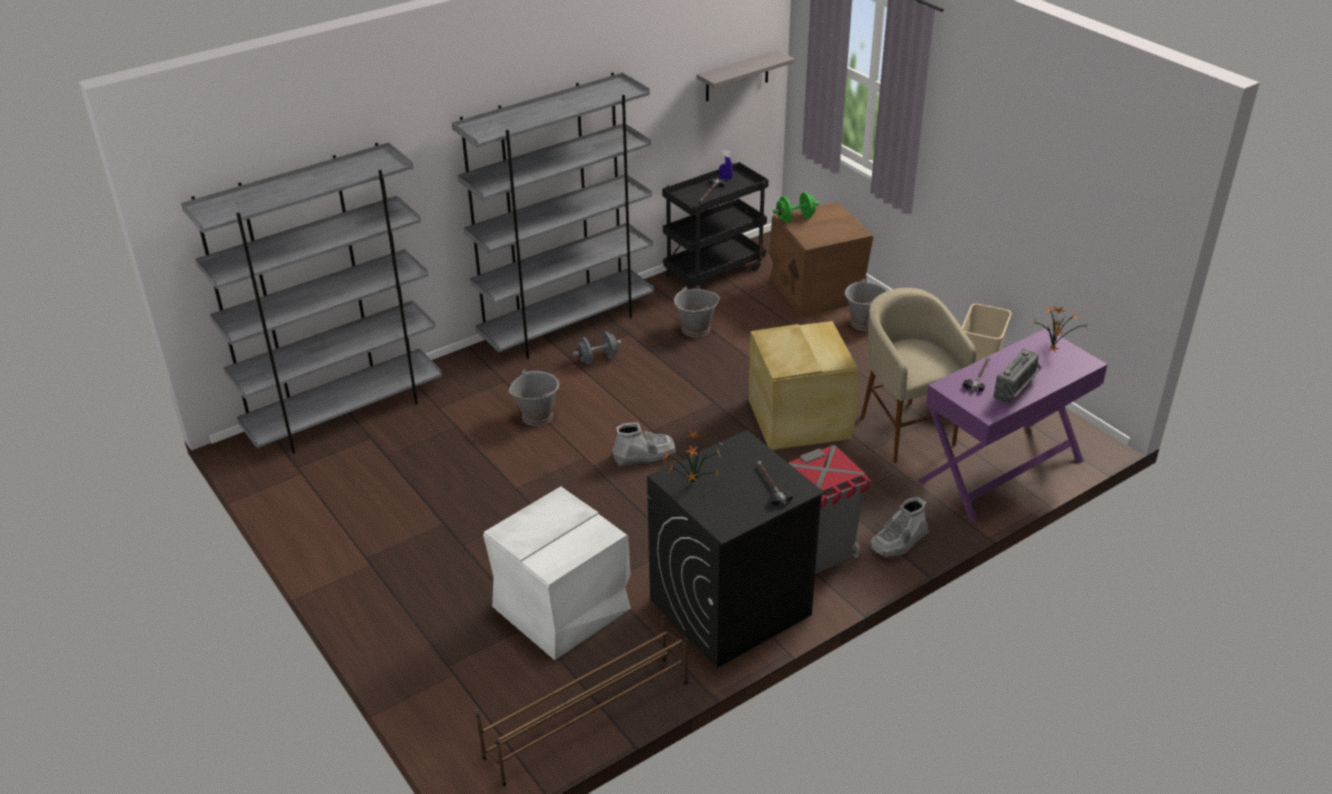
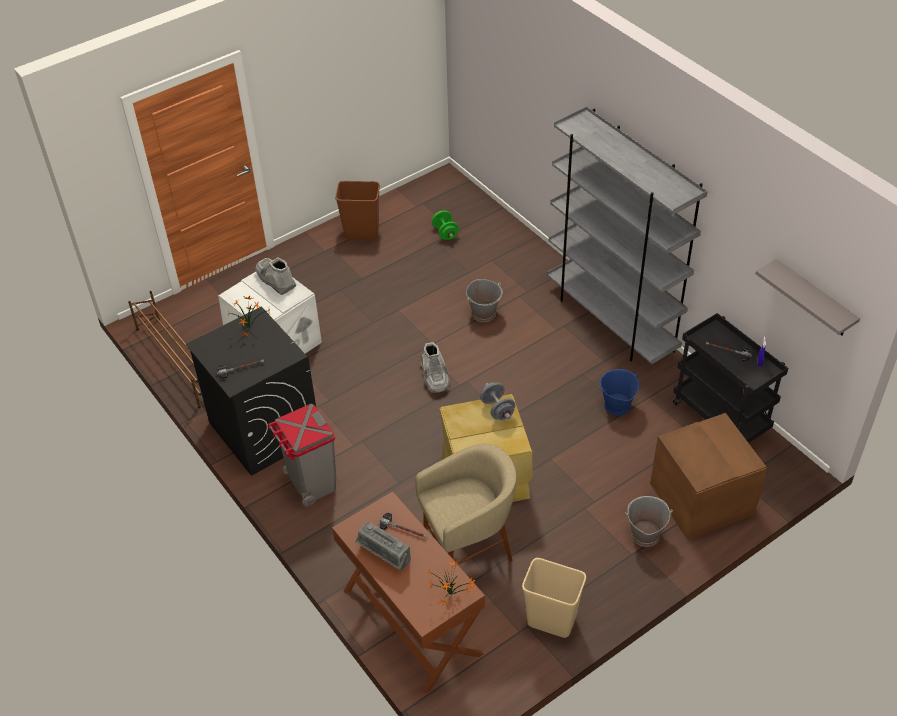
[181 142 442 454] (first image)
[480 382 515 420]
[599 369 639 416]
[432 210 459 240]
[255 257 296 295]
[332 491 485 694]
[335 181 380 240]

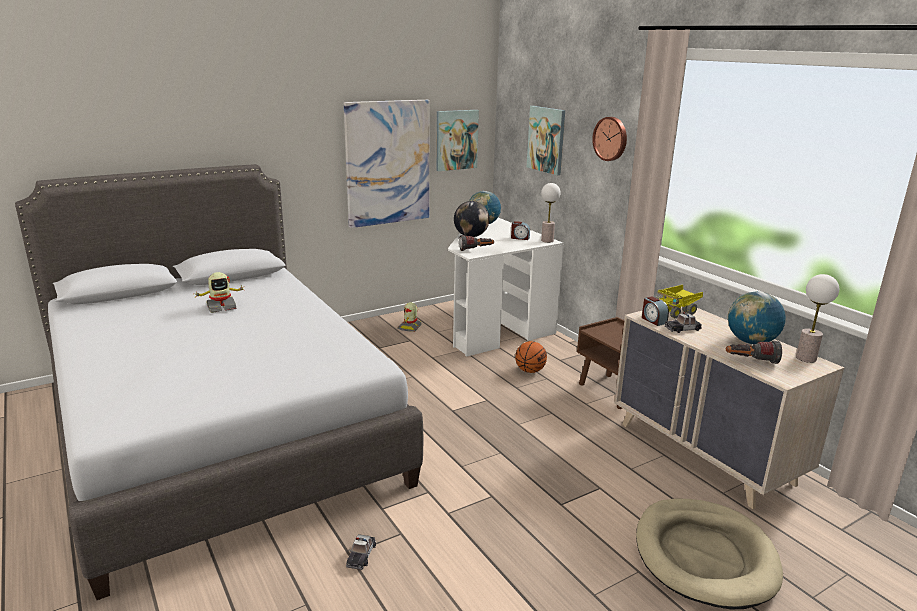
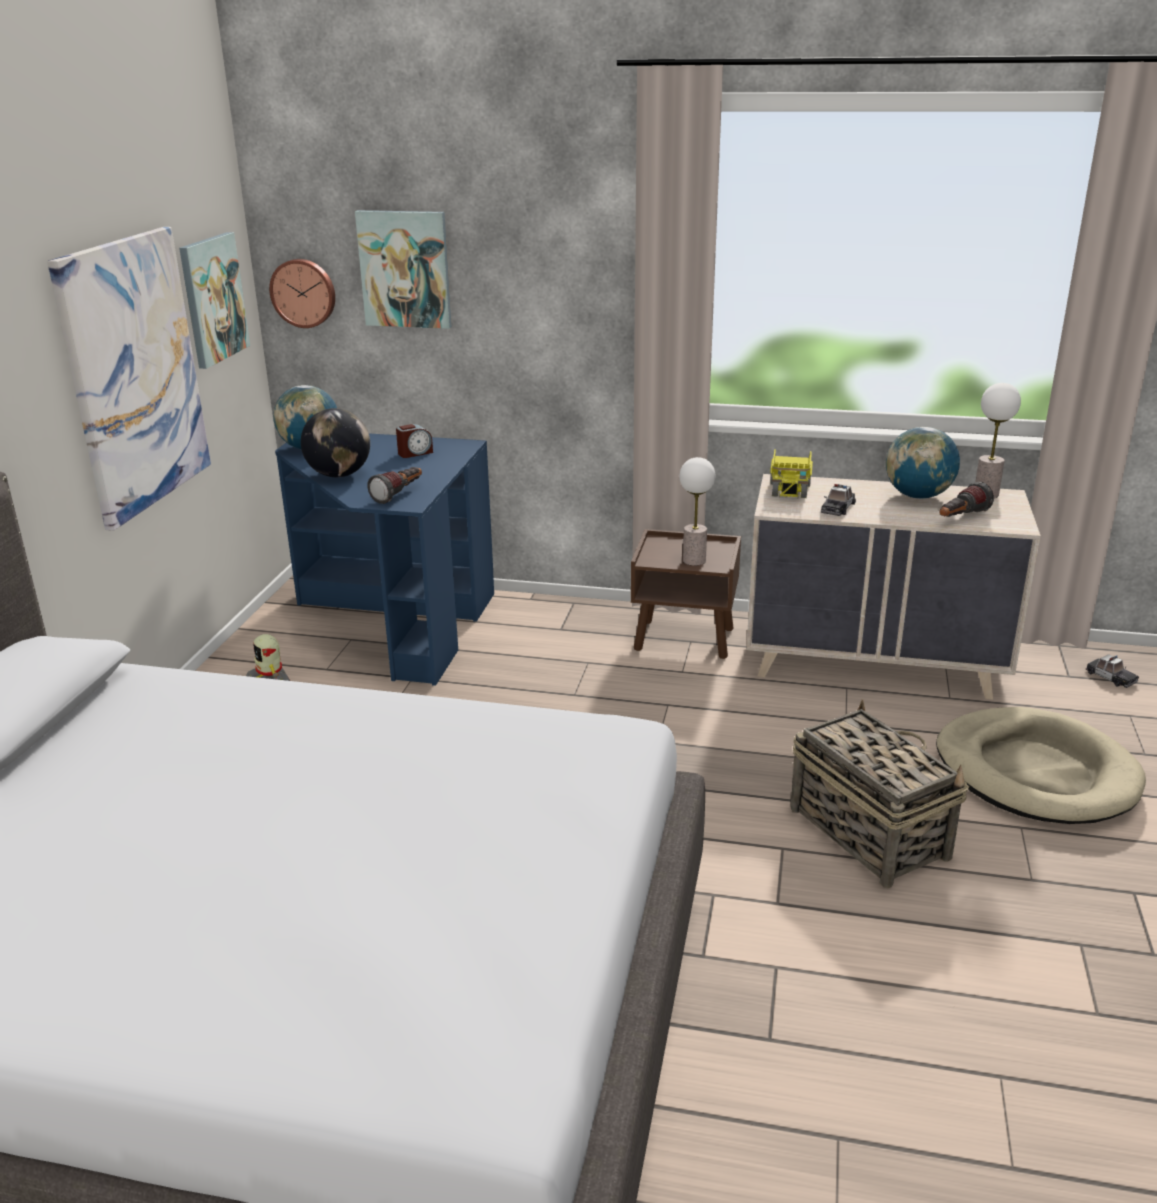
[196 272 245 313] (first image)
[1086 654 1139 688]
[275 433 494 686]
[515 341 547 373] (first image)
[680 457 715 566]
[269 259 335 328]
[642 296 669 326] (first image)
[790 699 969 889]

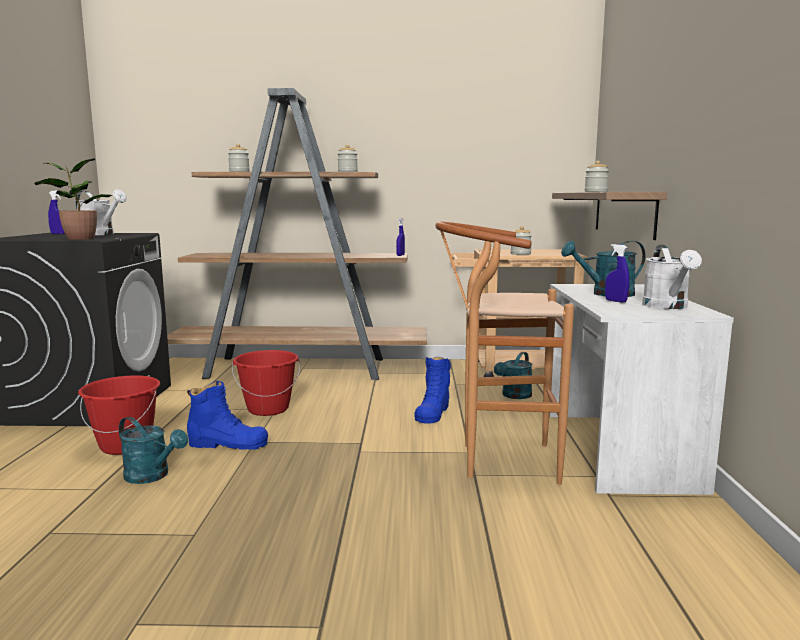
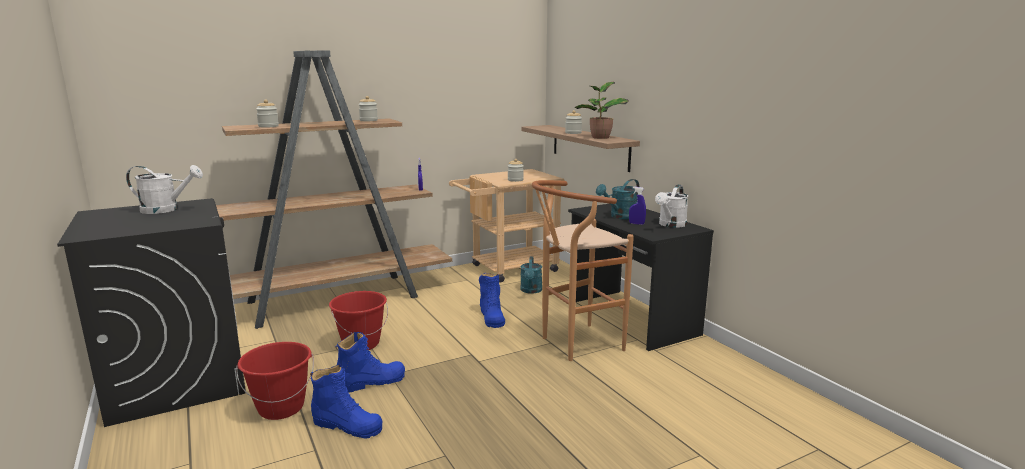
[574 82 629 139]
[48 190 65 234] (first image)
[310 364 383 439]
[568 204 714 351]
[655 184 688 228]

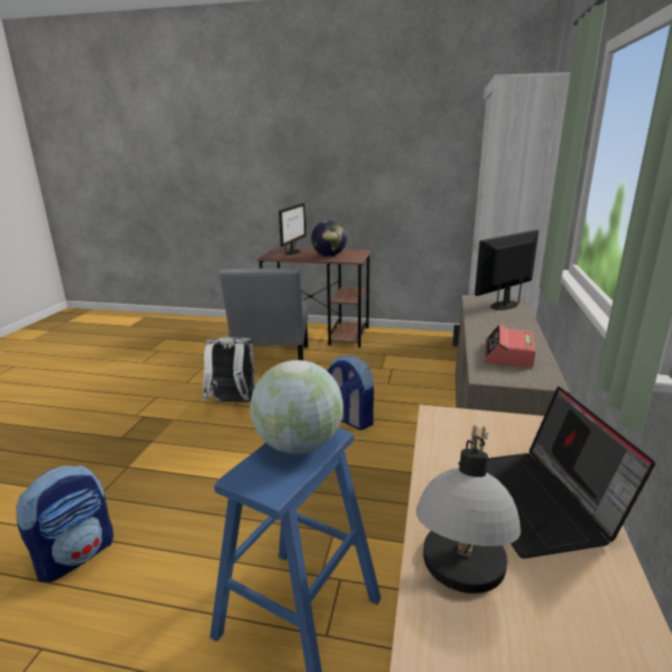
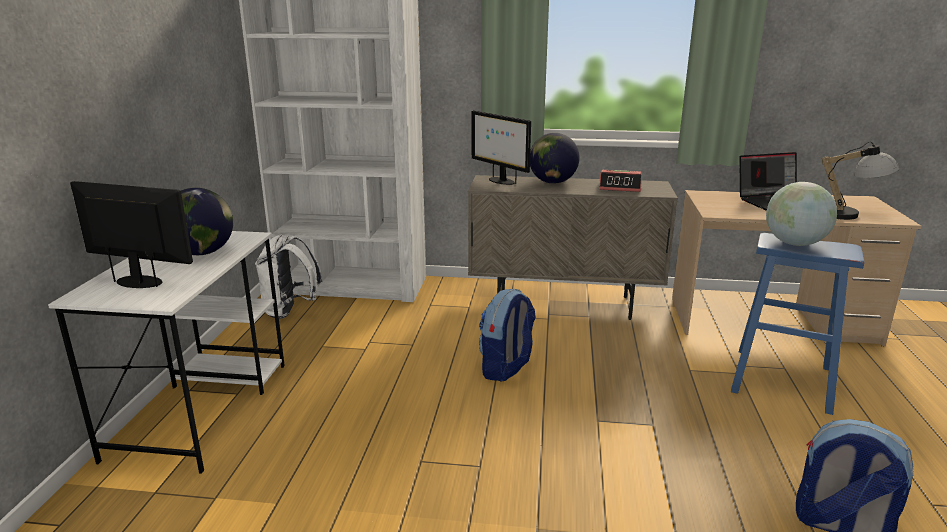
[255 235 323 319]
[219 269 308 360] (first image)
[48 231 285 474]
[530 133 580 184]

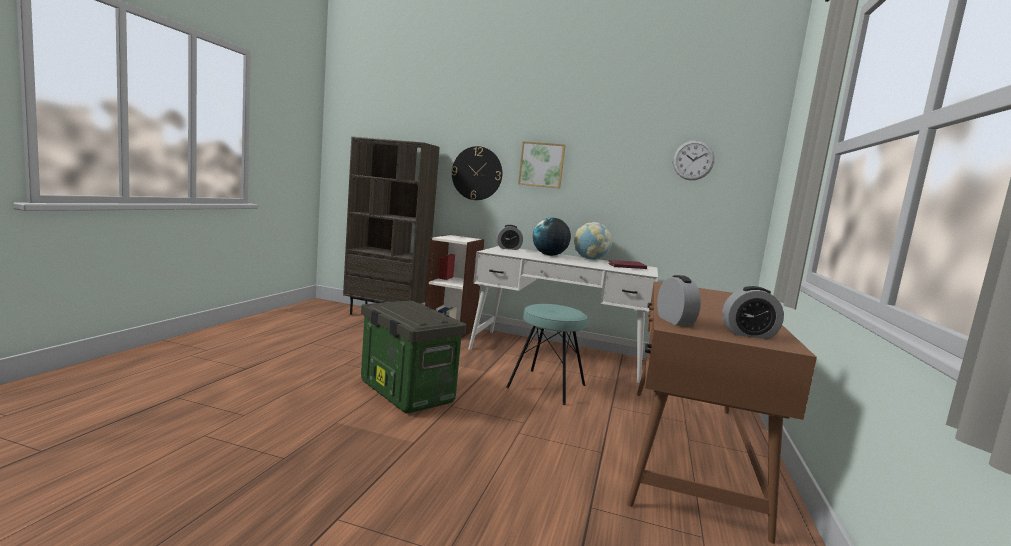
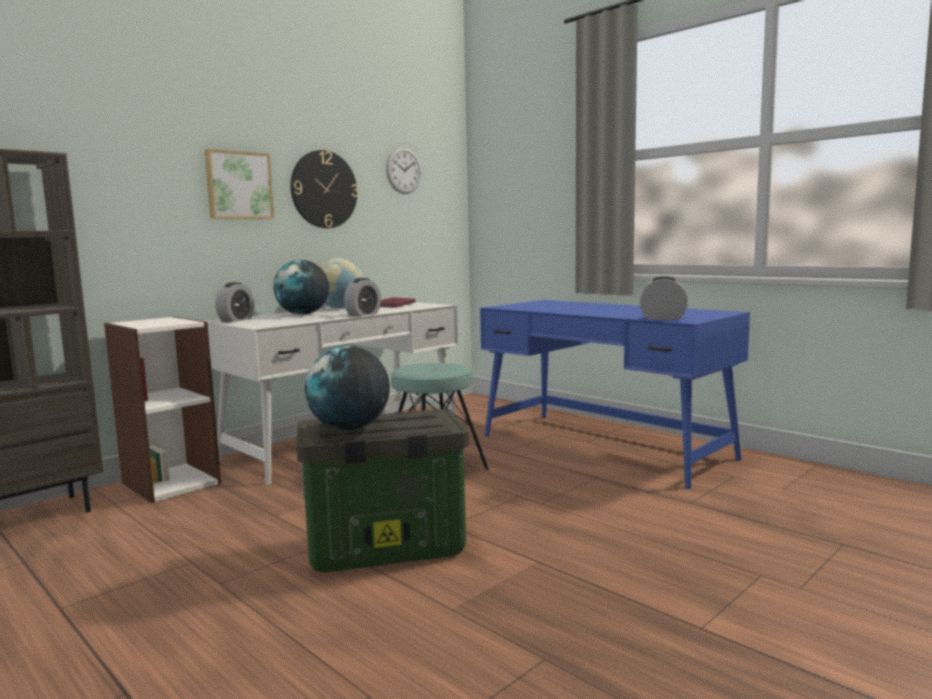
[290 150 358 228]
[480 300 750 489]
[344 278 381 316]
[305 346 390 430]

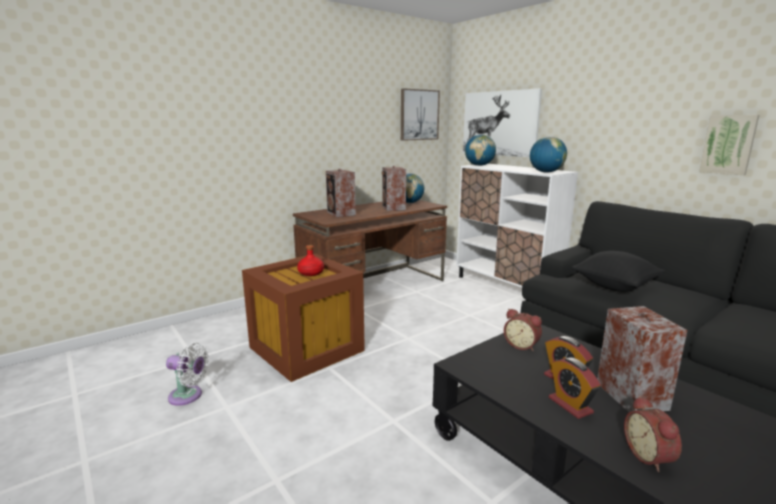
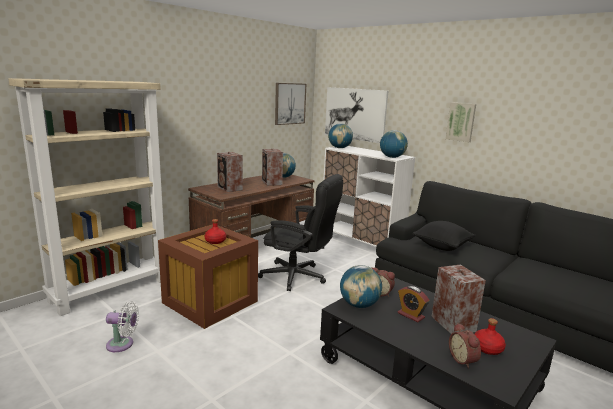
[549 357 600 419] (first image)
[445 102 476 142]
[8 78 164 316]
[258 174 343 291]
[340 265 382 308]
[475 318 506 355]

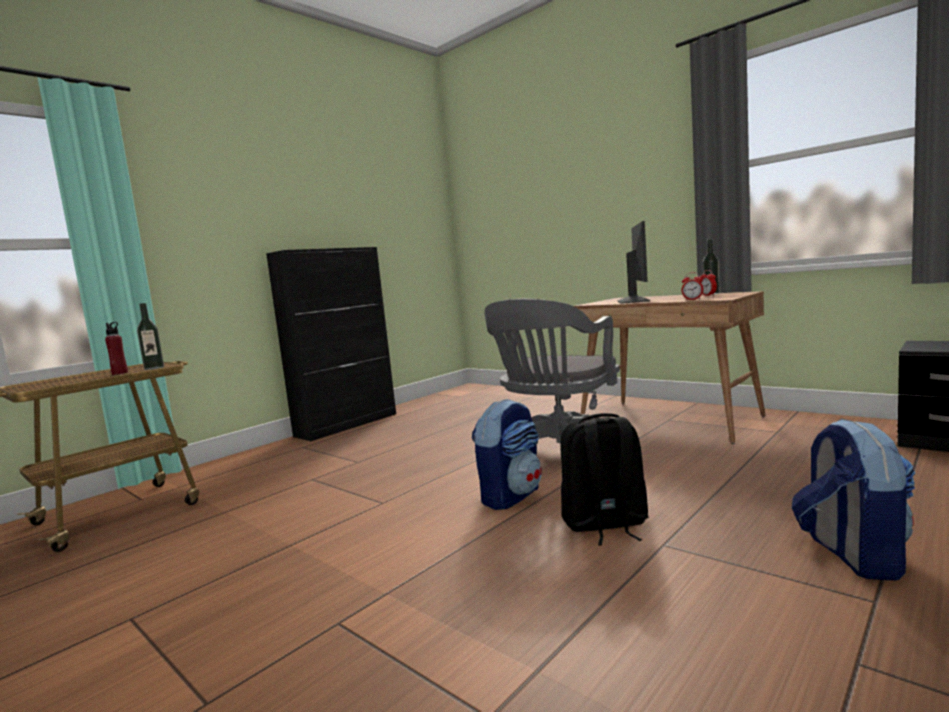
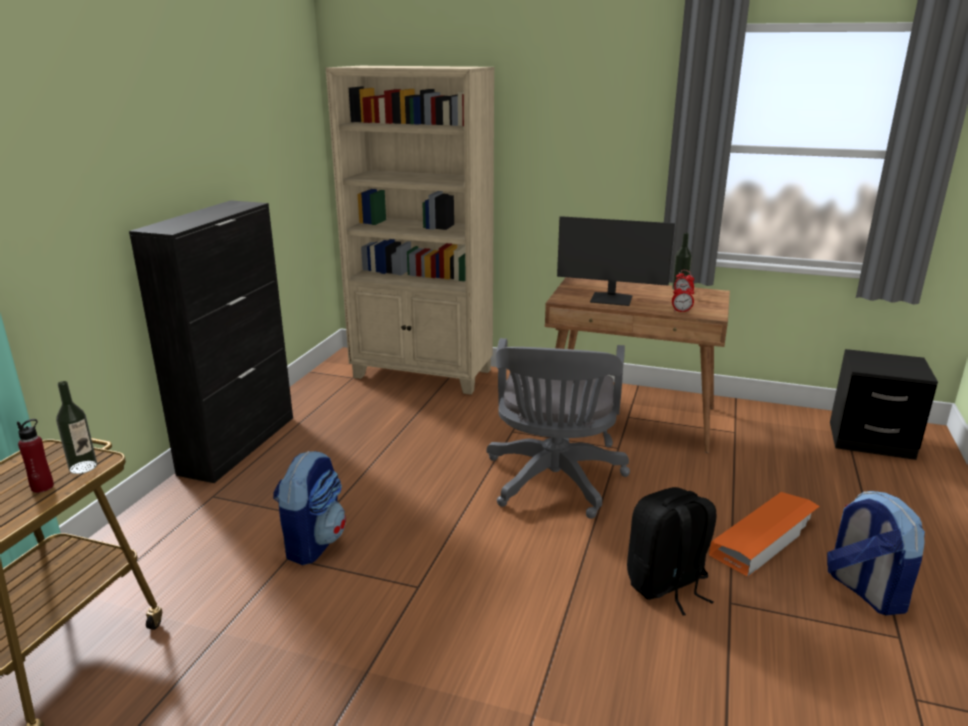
[273 451 346 565]
[557 216 675 306]
[326 66 495 395]
[709 492 820 577]

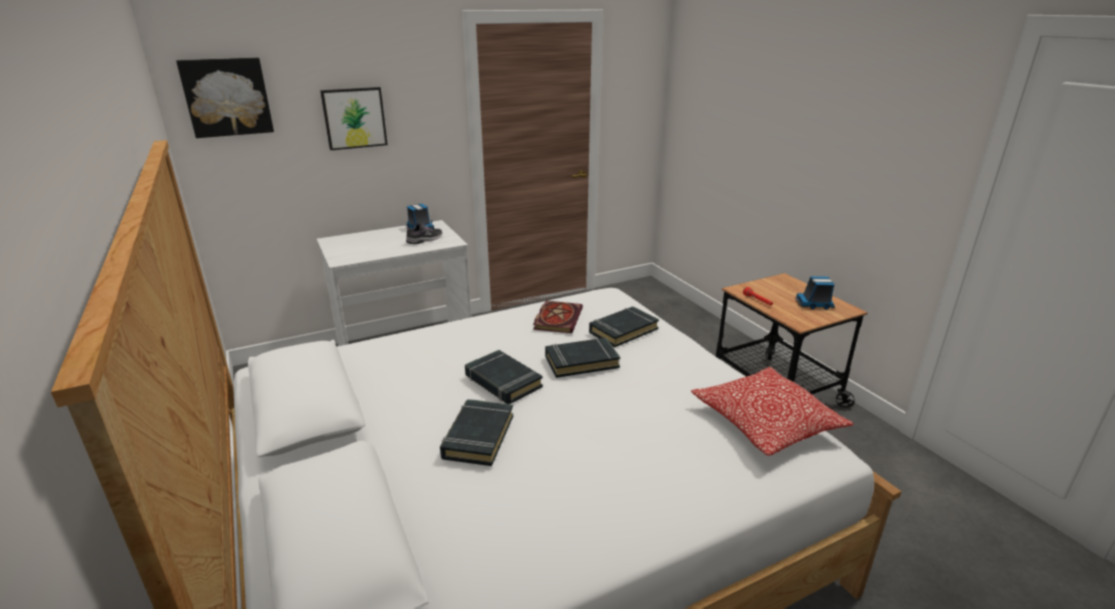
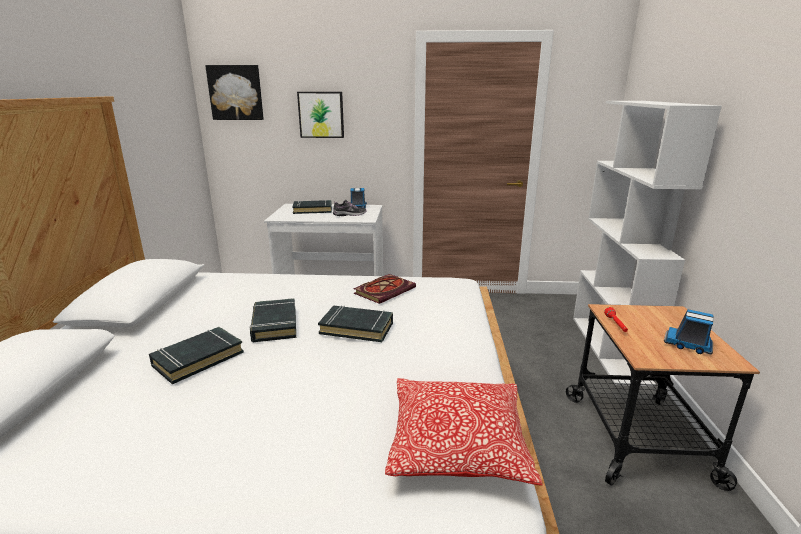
[292 200 332 214]
[573 101 722 386]

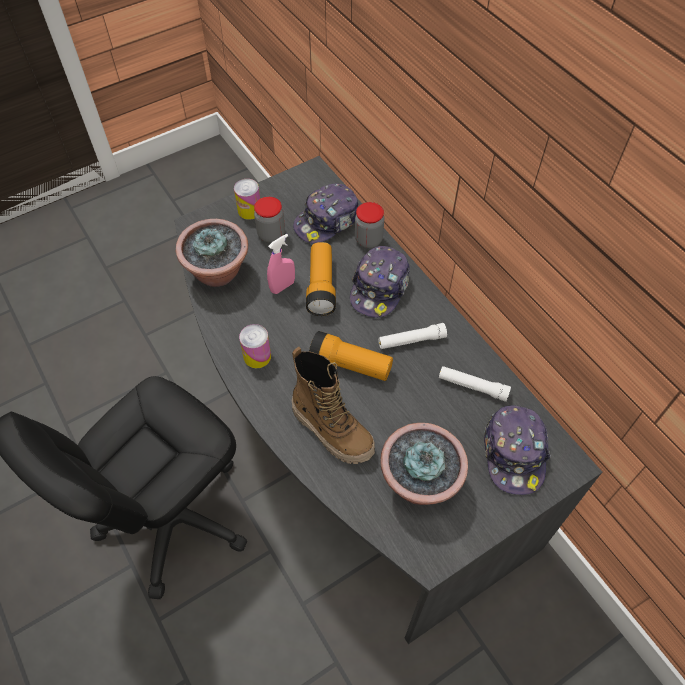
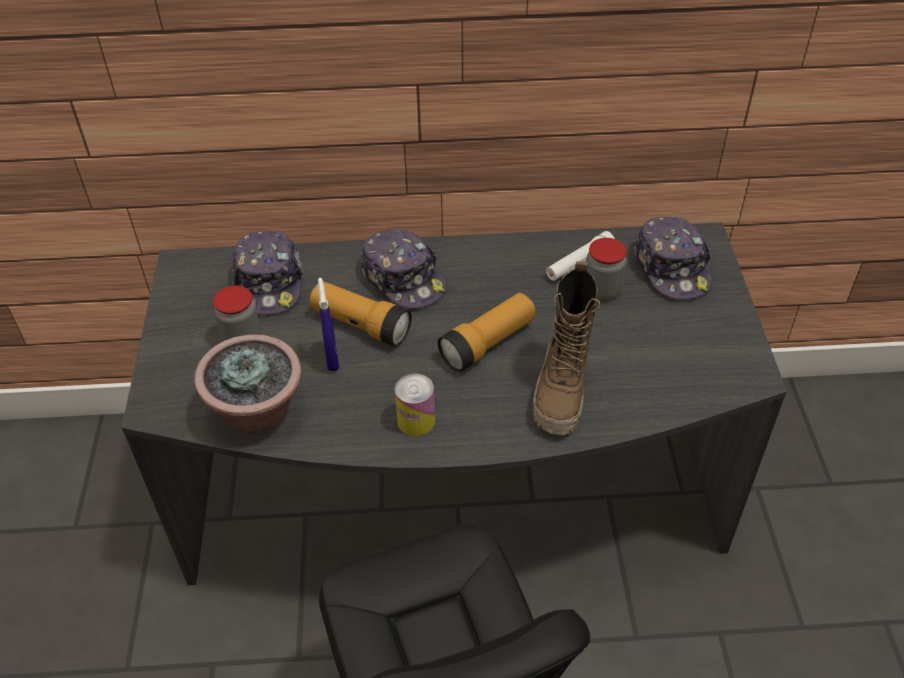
[234 179 260 220] (first image)
[318 278 339 371]
[533 261 600 435]
[586 238 627 301]
[378 323 447 349] (first image)
[380 423 468 505] (first image)
[635 217 712 300]

